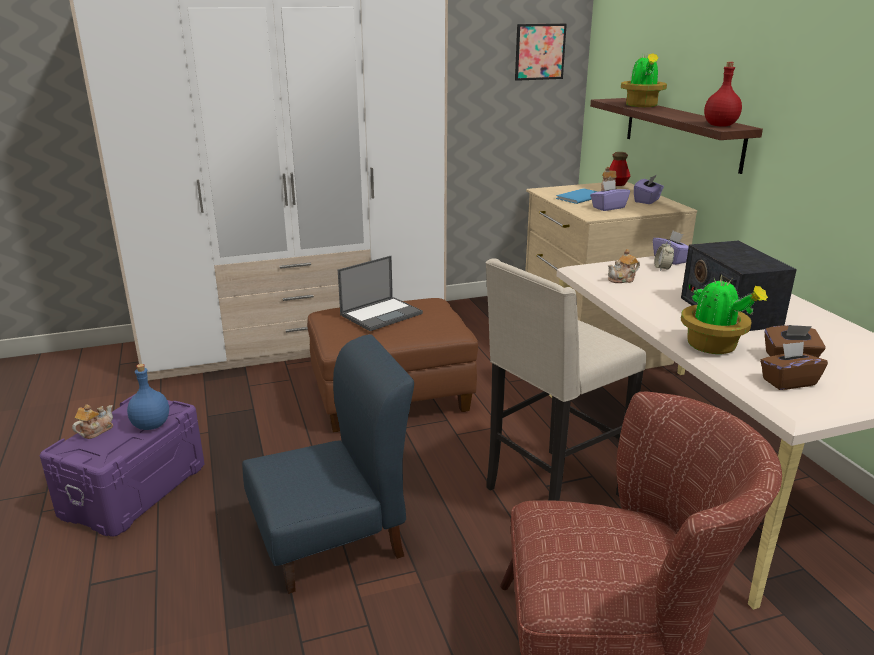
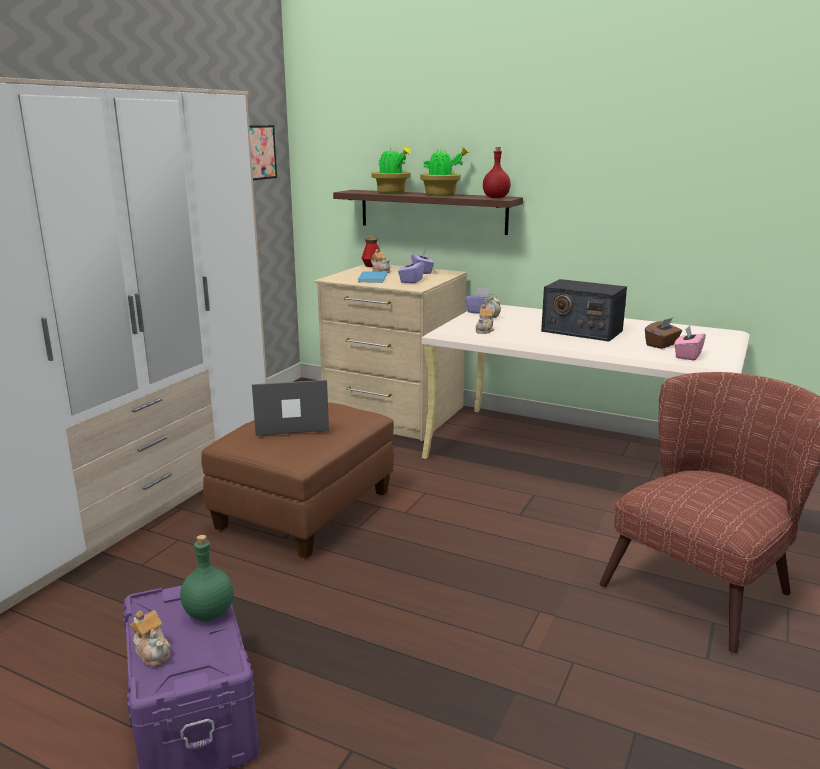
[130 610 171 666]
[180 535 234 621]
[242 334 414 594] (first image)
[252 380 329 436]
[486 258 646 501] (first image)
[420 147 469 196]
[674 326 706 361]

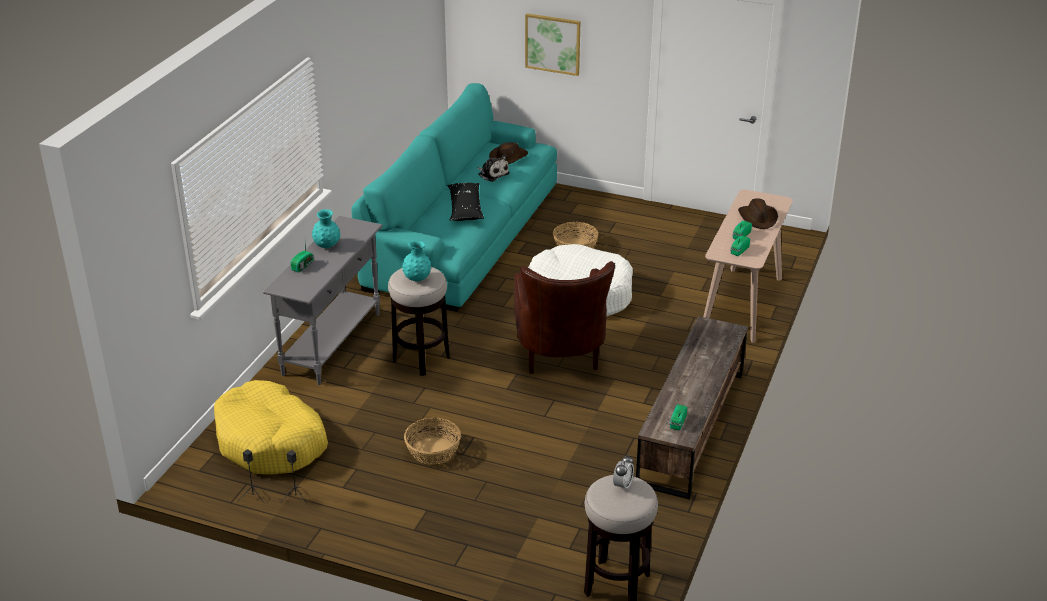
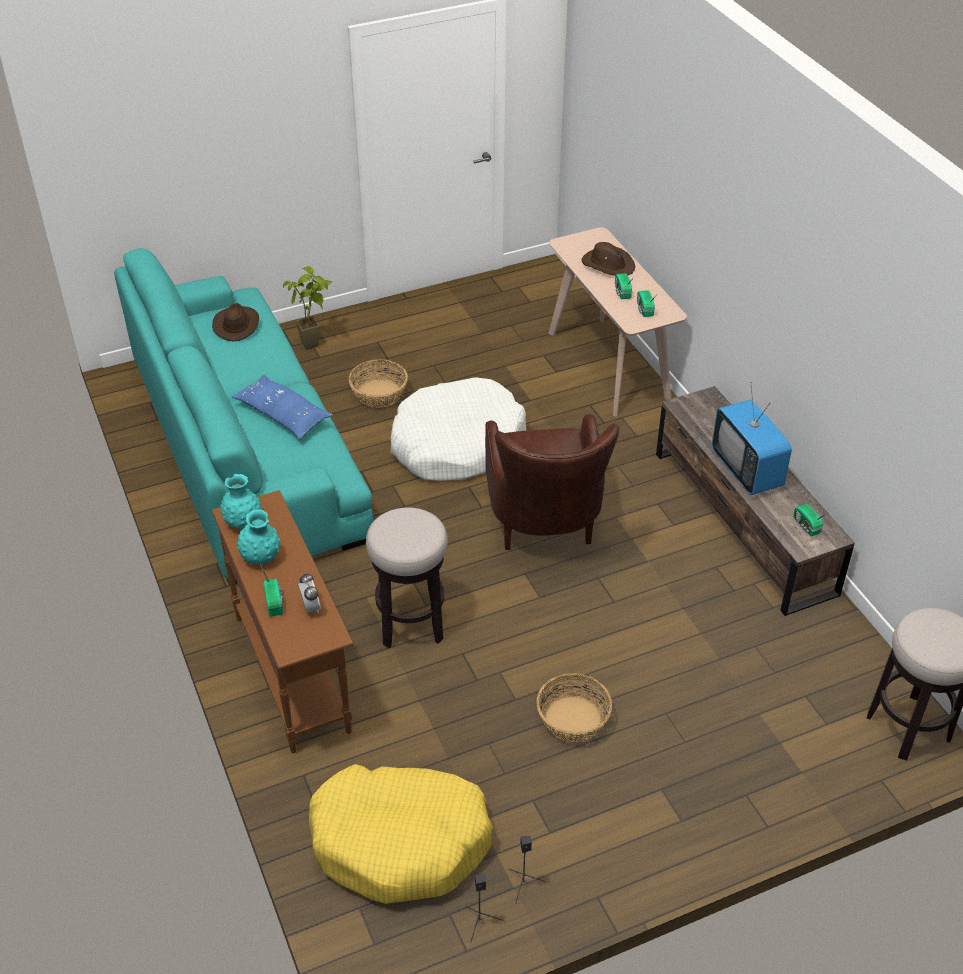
[211 490 354 753]
[220 474 261 529]
[232 375 333 439]
[477 154 510 182] (first image)
[485 414 619 550]
[525 13 580 76] (first image)
[298 573 321 613]
[283 266 332 350]
[712 382 792 495]

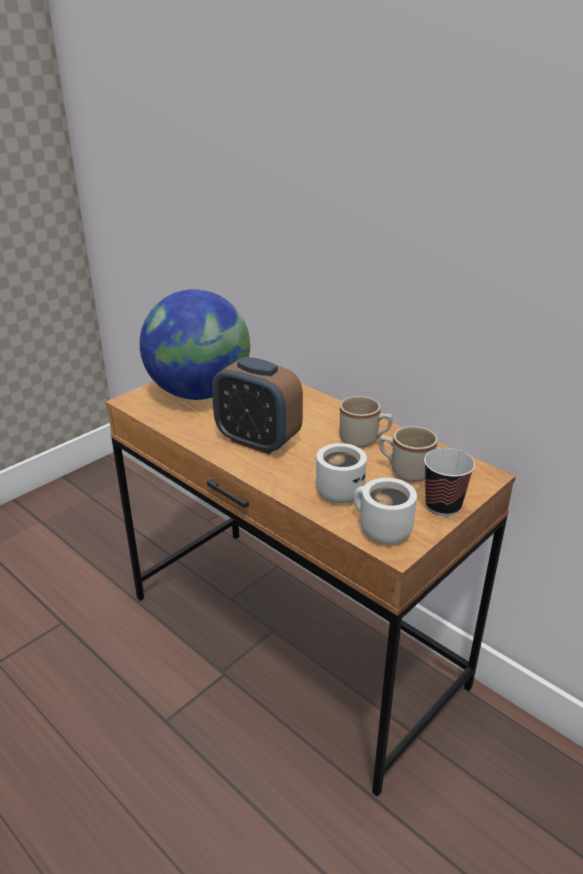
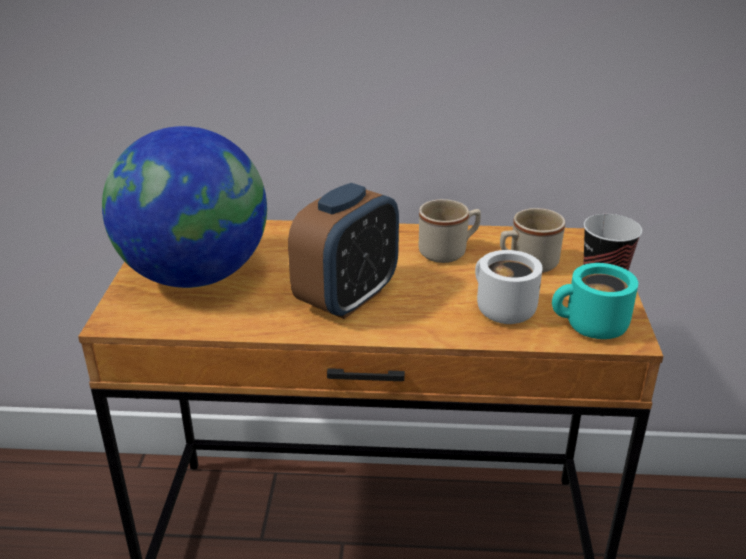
[288 183 399 319]
[552 263 638 339]

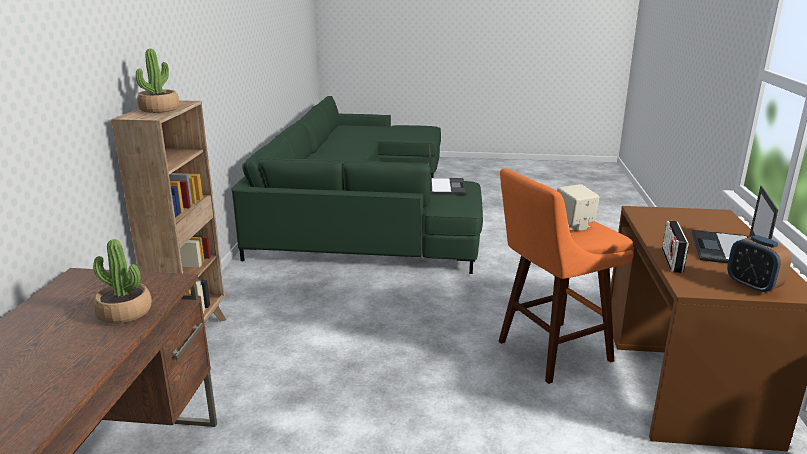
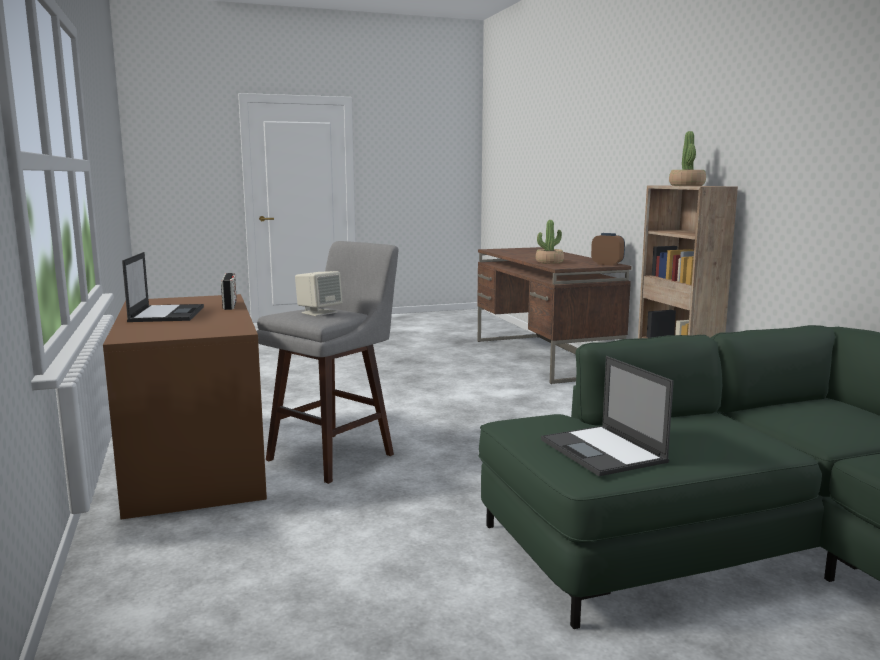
[257 241 398 484]
[591 233 625 266]

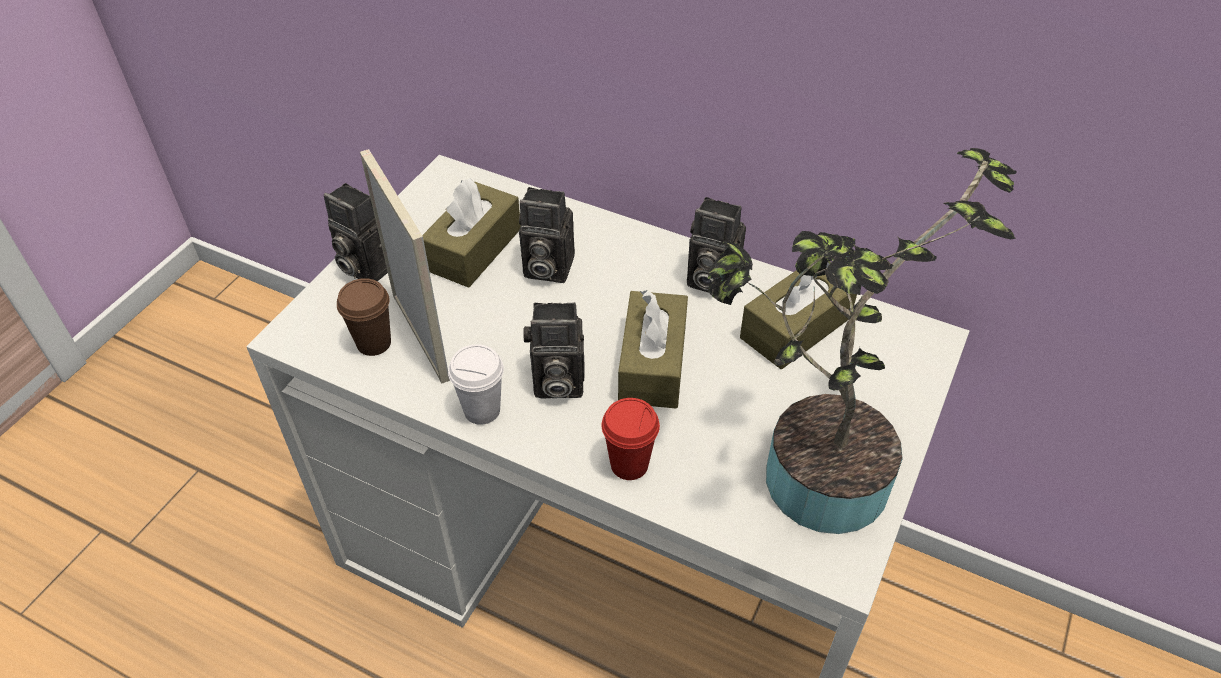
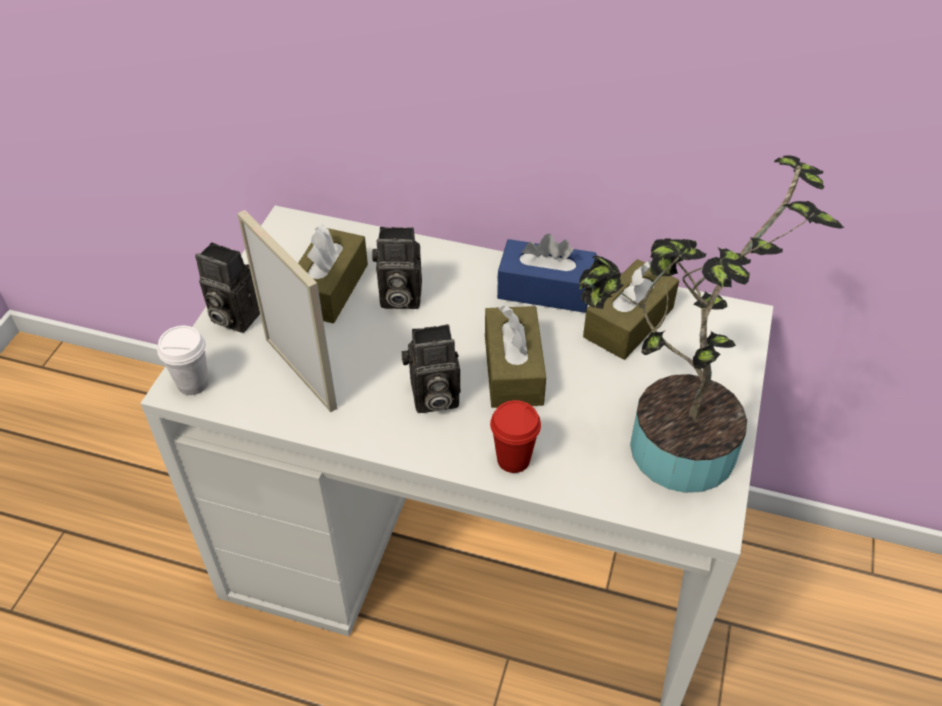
[337 278 391 356] (first image)
[157 326 209 395]
[497 234 596 313]

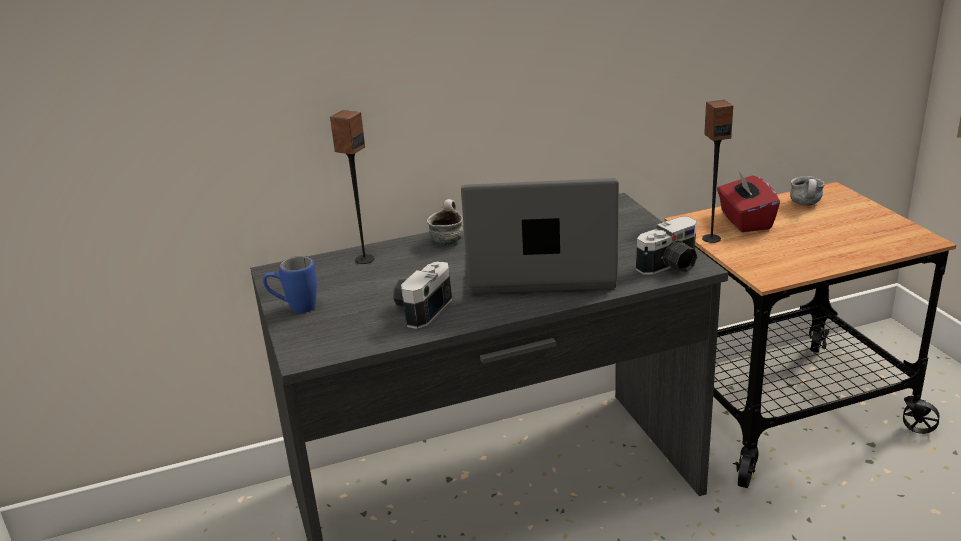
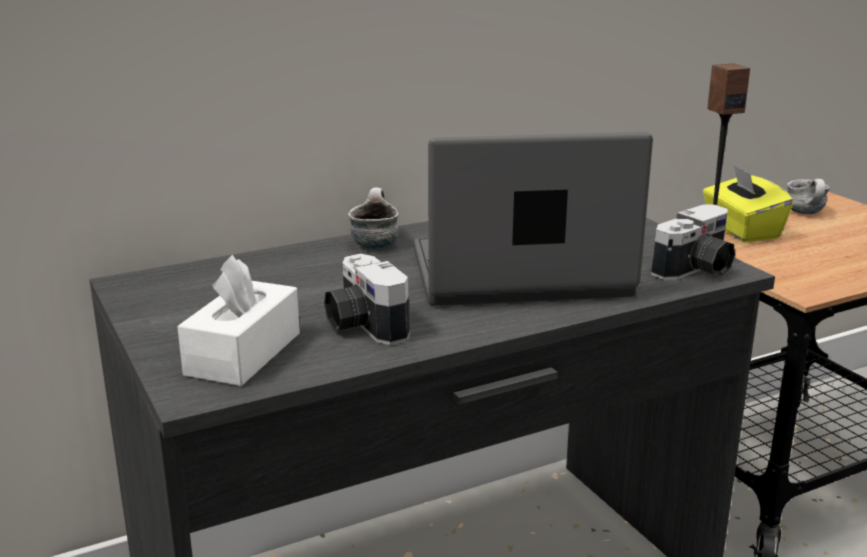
[263 256 317 313] (first image)
[330 110 375 264] (first image)
[324 254 410 345]
[703 164 793 242]
[177 255 300 386]

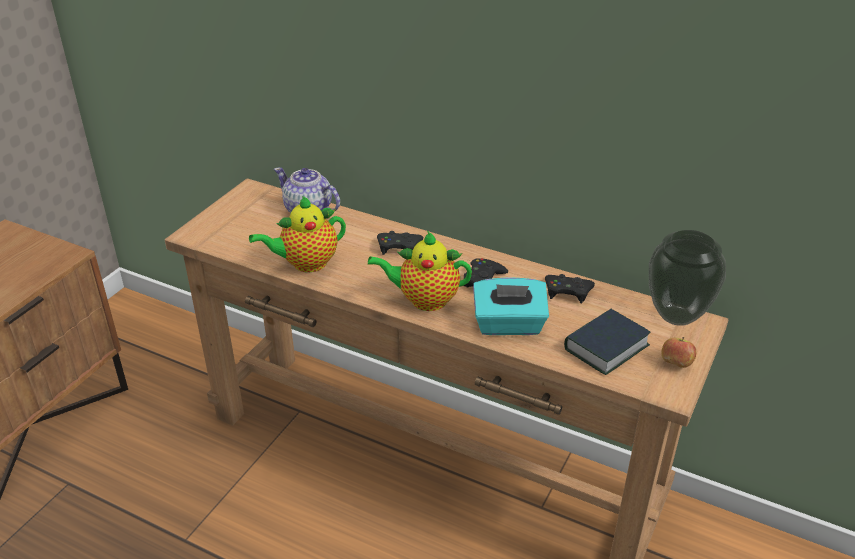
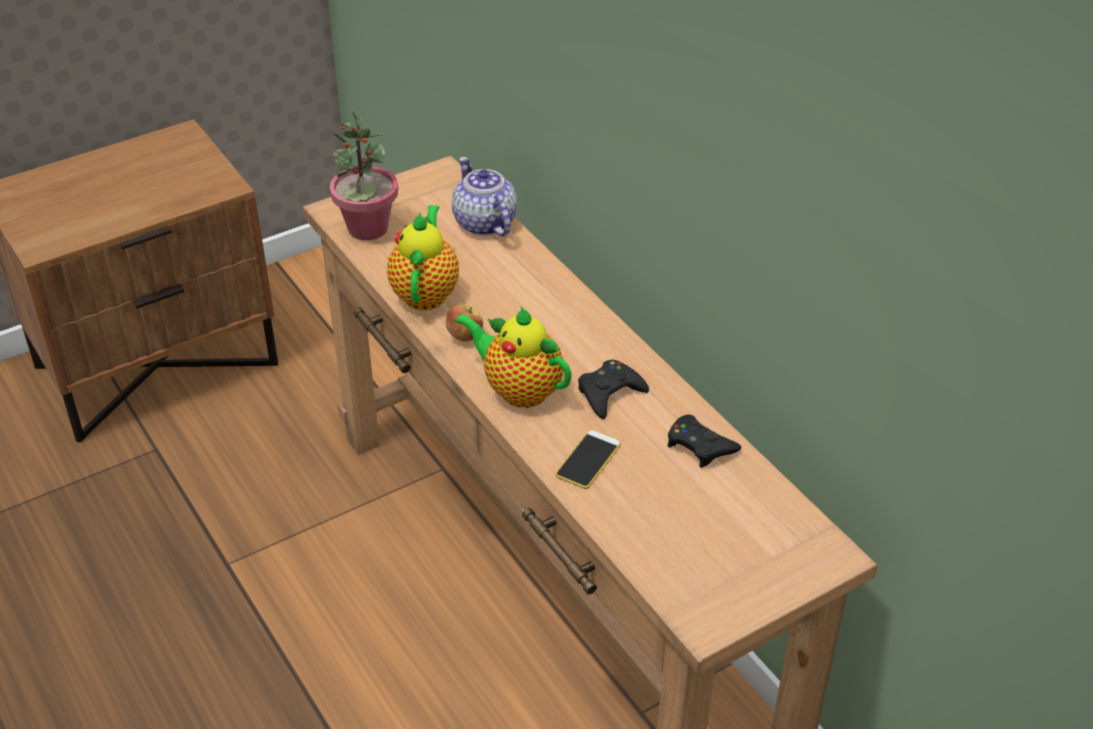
[387 205 459 310]
[377 231 423 255] (first image)
[556 430 621 489]
[564 309 651 375] (first image)
[649 230 726 326] (first image)
[446 304 483 342]
[330 110 398 240]

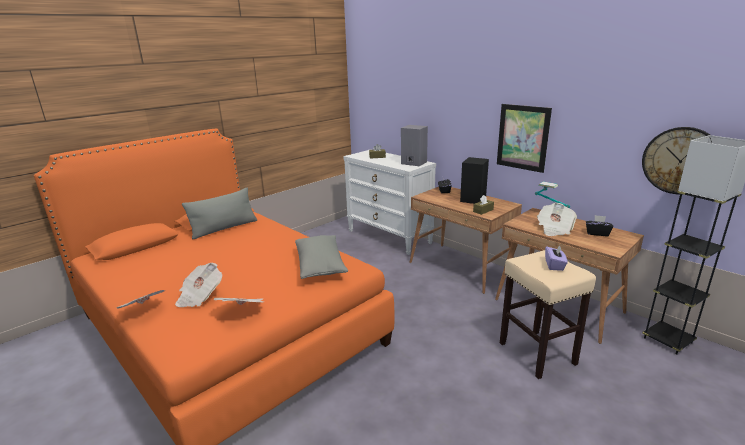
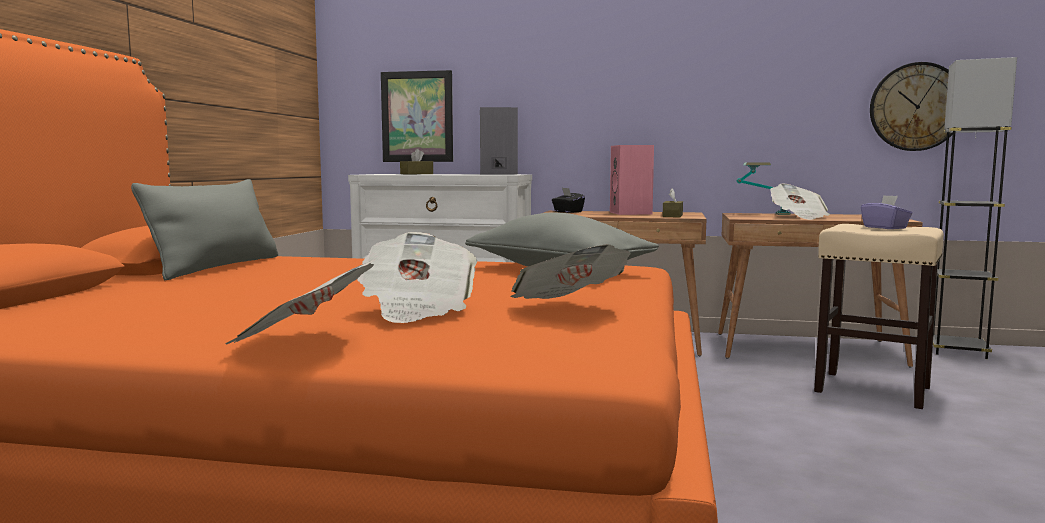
[610 145 654 215]
[381 70 453 162]
[586 215 613 236] (first image)

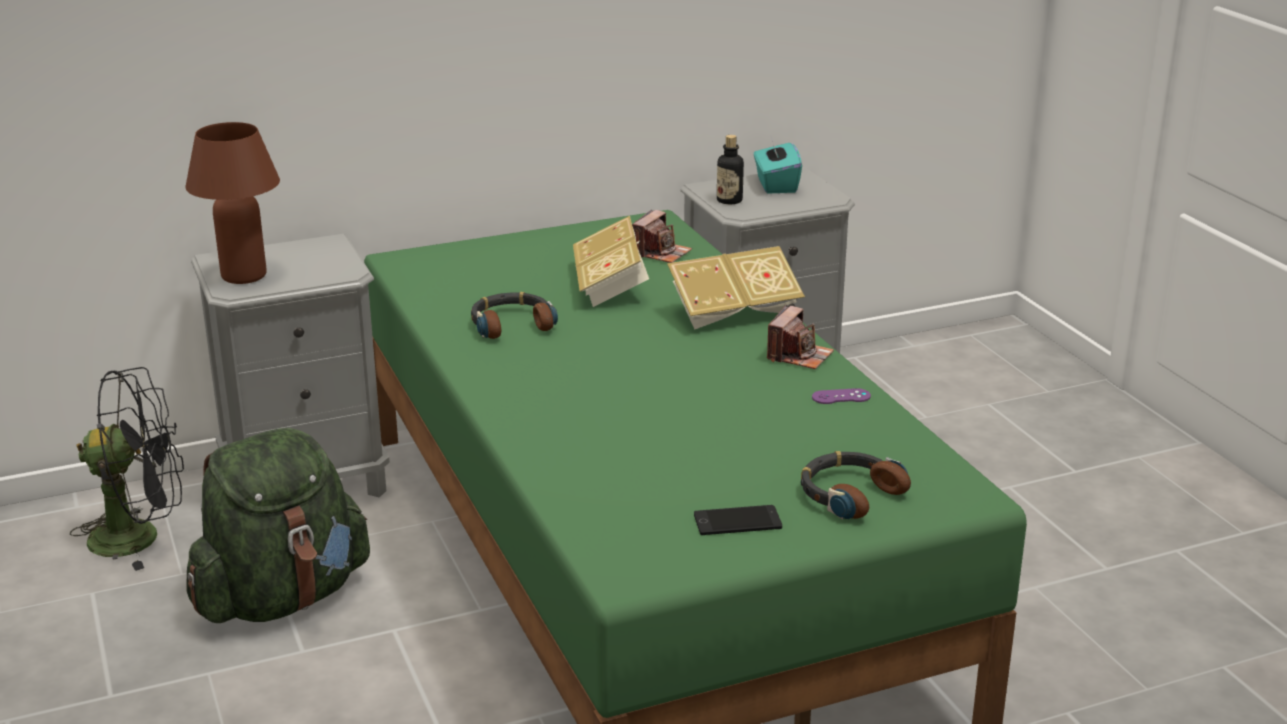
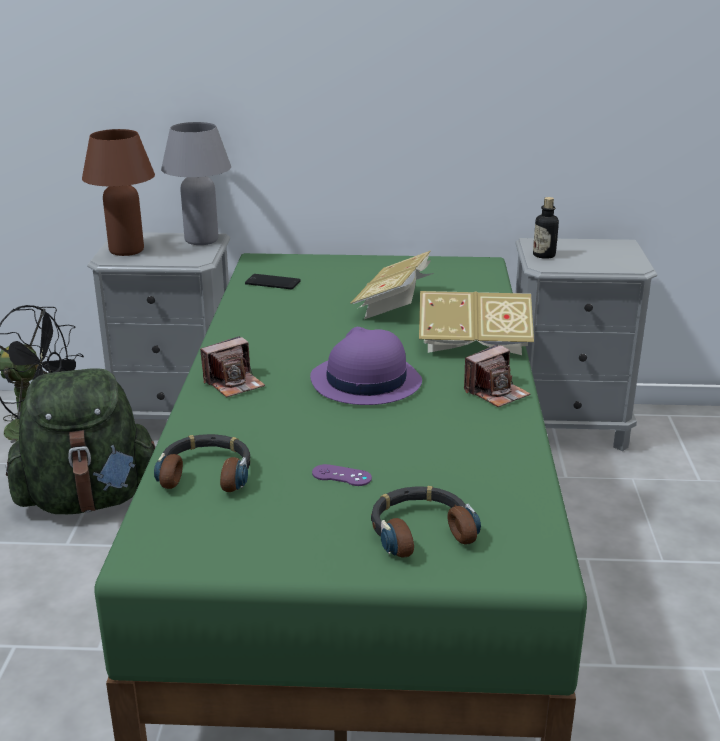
[154 434 250 492]
[200 336 265 397]
[245 274 300 290]
[754 134 802 194] (first image)
[312 464 372 486]
[161 122 231 245]
[310 327 422 405]

